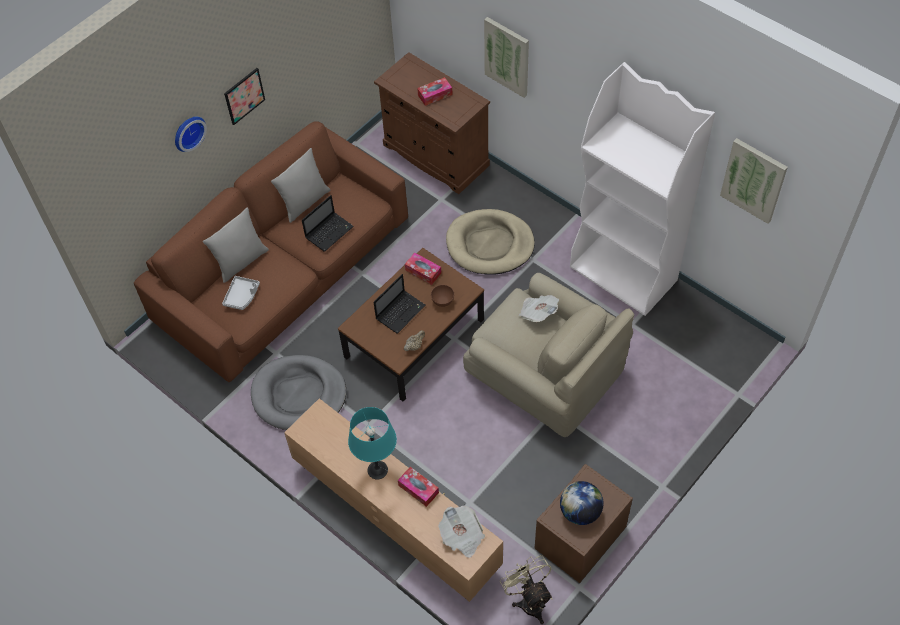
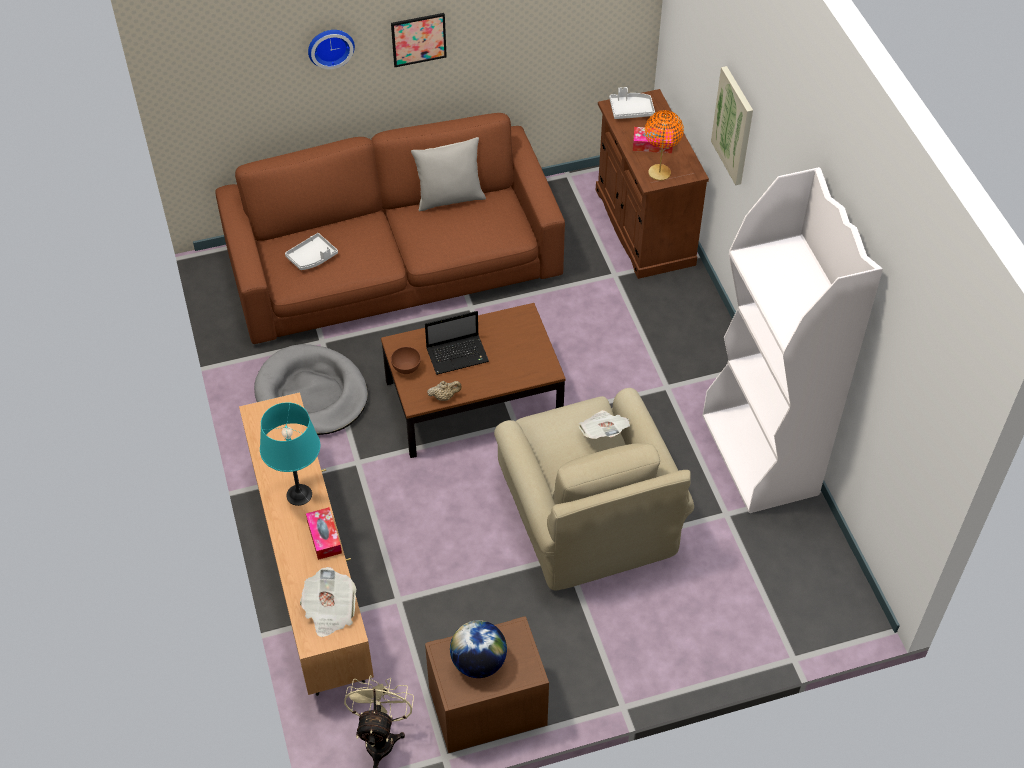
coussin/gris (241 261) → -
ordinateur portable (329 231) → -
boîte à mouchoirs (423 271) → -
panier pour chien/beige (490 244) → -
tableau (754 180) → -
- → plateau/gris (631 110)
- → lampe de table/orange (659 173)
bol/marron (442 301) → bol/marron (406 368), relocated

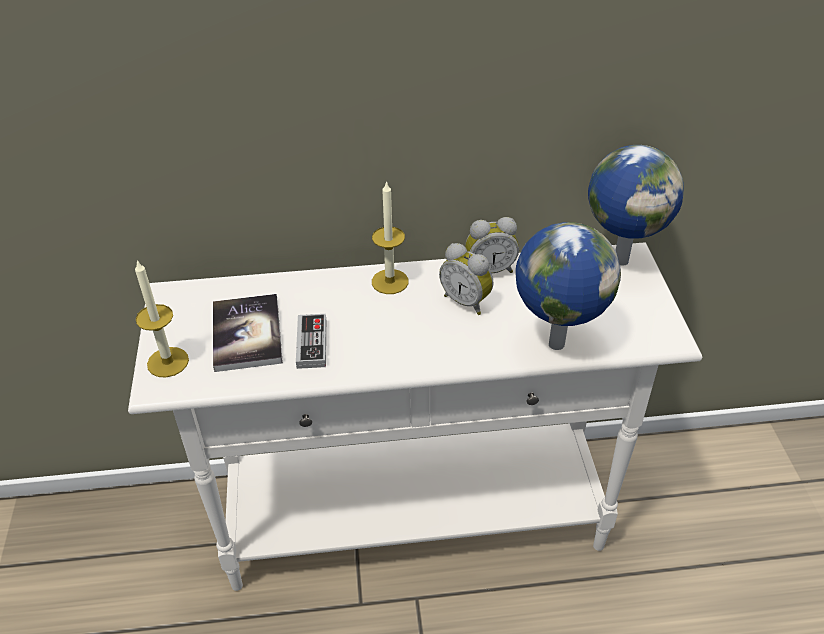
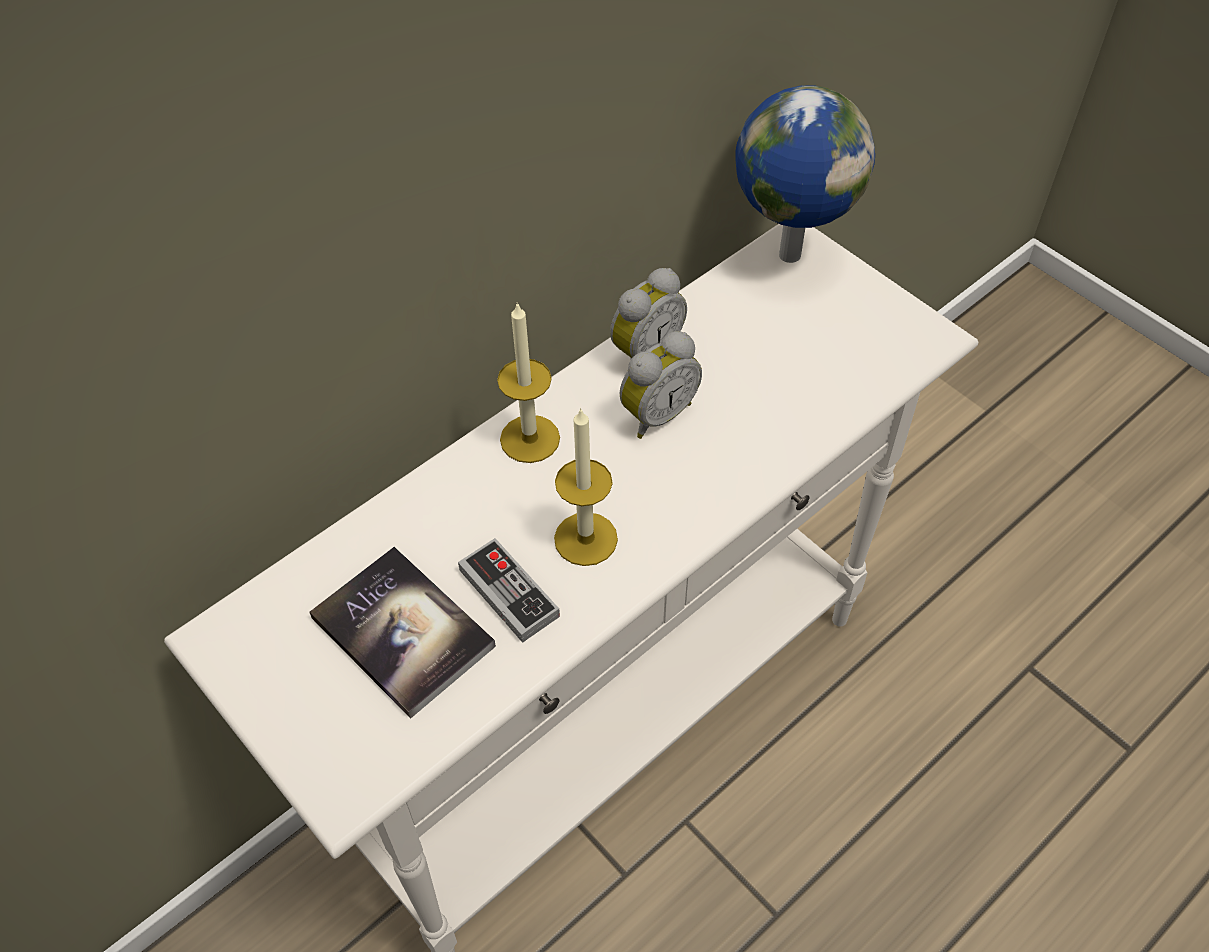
globe (554 343) → -
bougie (168 362) → bougie (585 539), relocated
réveil (467 301) → réveil (656 413), 45 degrees counterclockwise

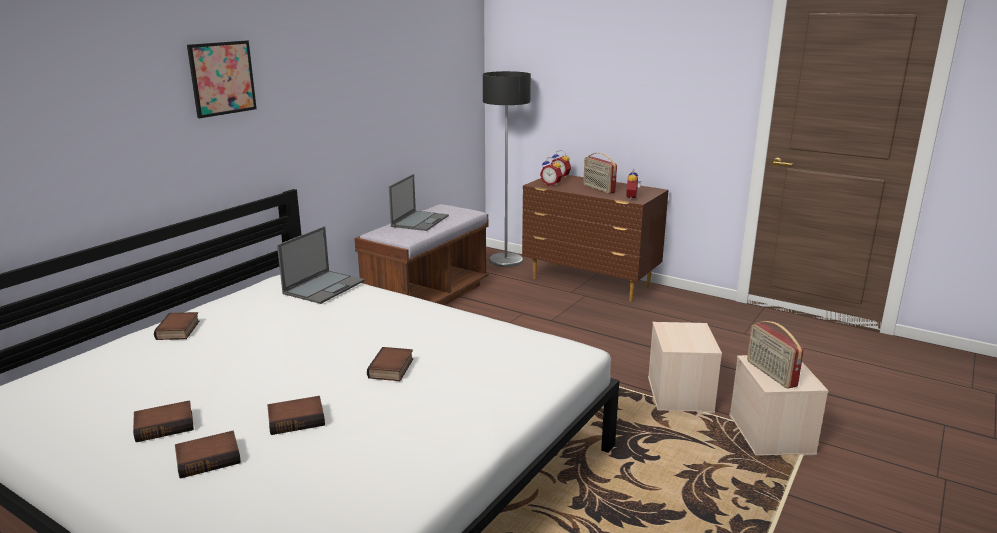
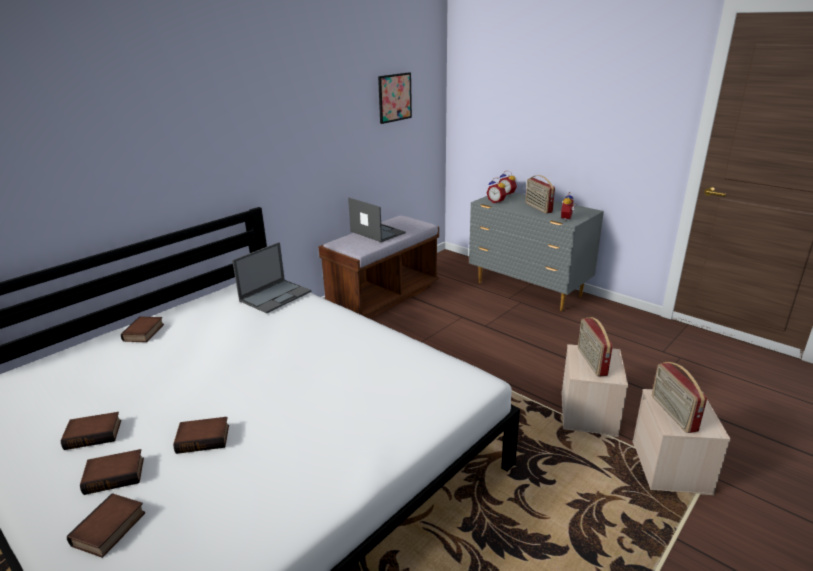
lampadaire (505 260) → -
- → radio (591 362)
tableau (222 78) → tableau (394 97), relocated
livre (392 369) → livre (109 530), relocated
commode/marron (591 283) → commode/gris (528 290)
ordinateur portable (420 221) → ordinateur portable (377 232), 75 degrees counterclockwise

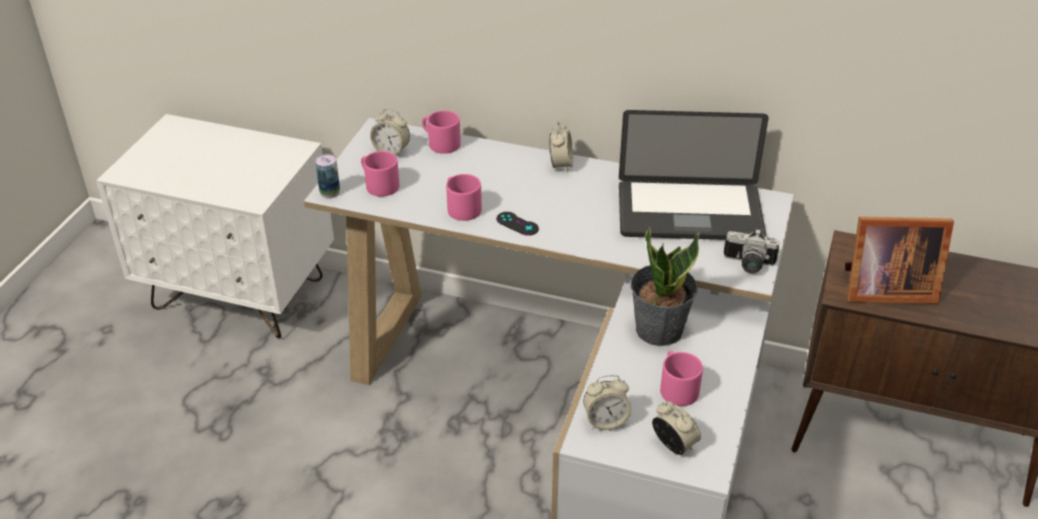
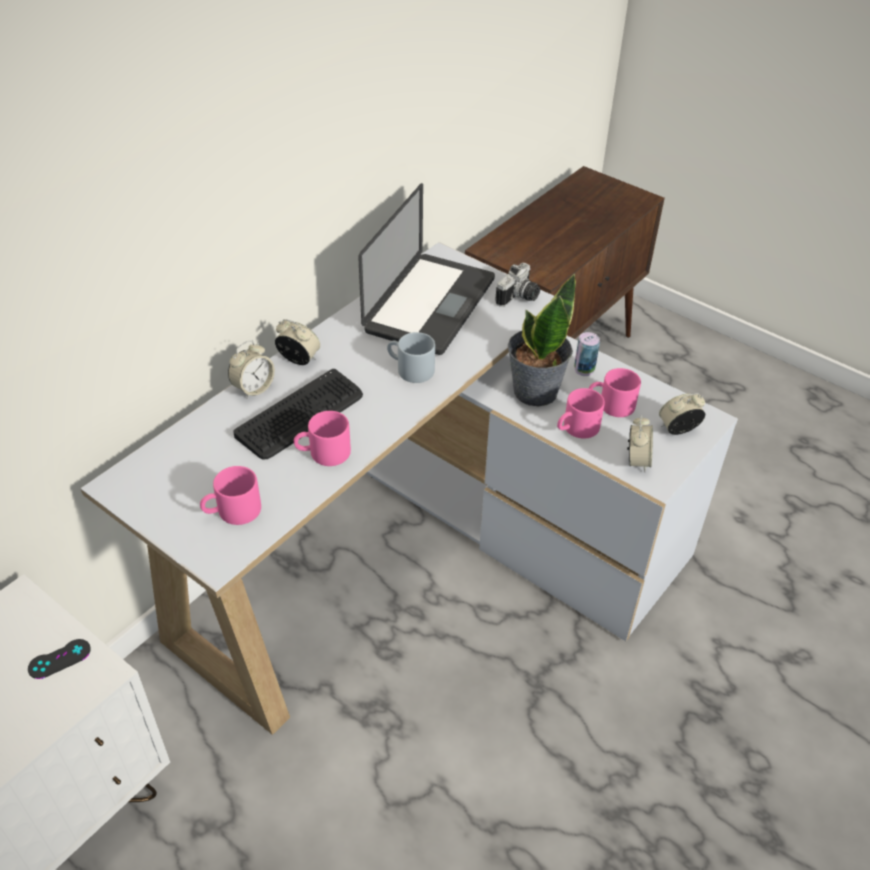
cadre photo (884 289) → -
- → clavier (301 415)
- → mug/gris (409 369)
boîte métallique (330 192) → boîte métallique (584 369), relocated
réveil (391 151) → réveil (253 388), relocated
mug/rose (439 143) → mug/rose (576 429), relocated
manette/noir (517 224) → manette/noir (59 659), relocated

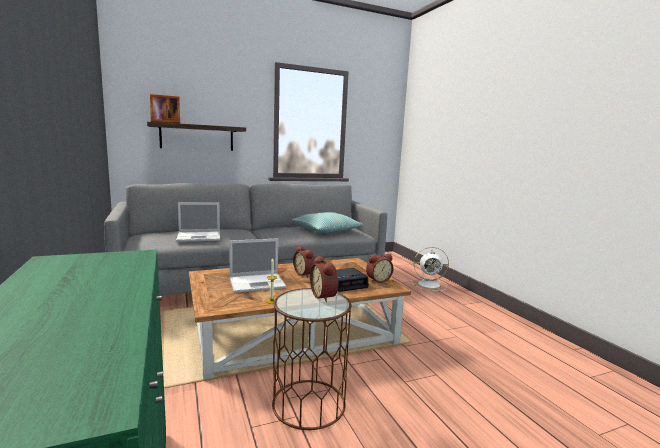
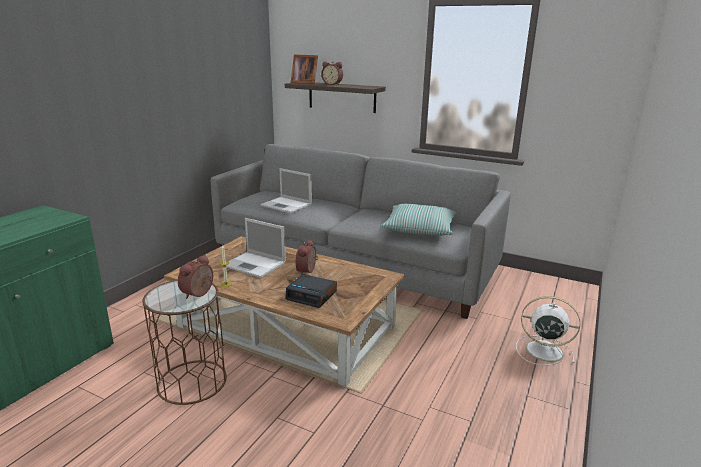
réveil (378 280) → réveil (332 84), relocated
ventilateur/blanc (430 284) → ventilateur/blanc (542 350), 150 degrees clockwise

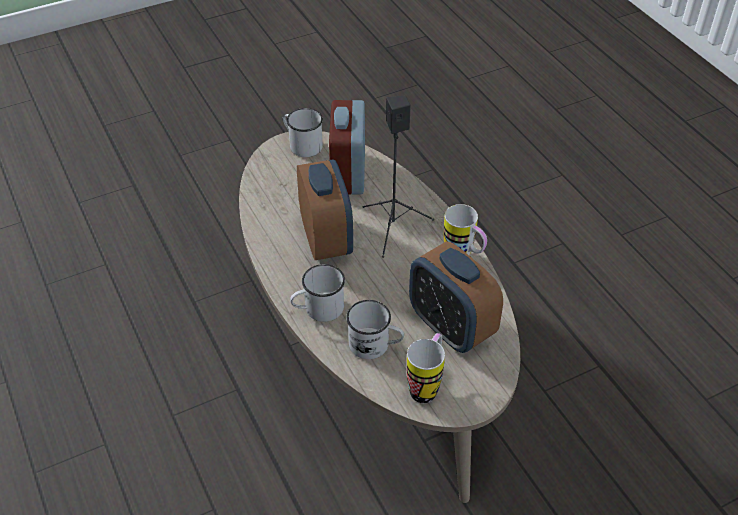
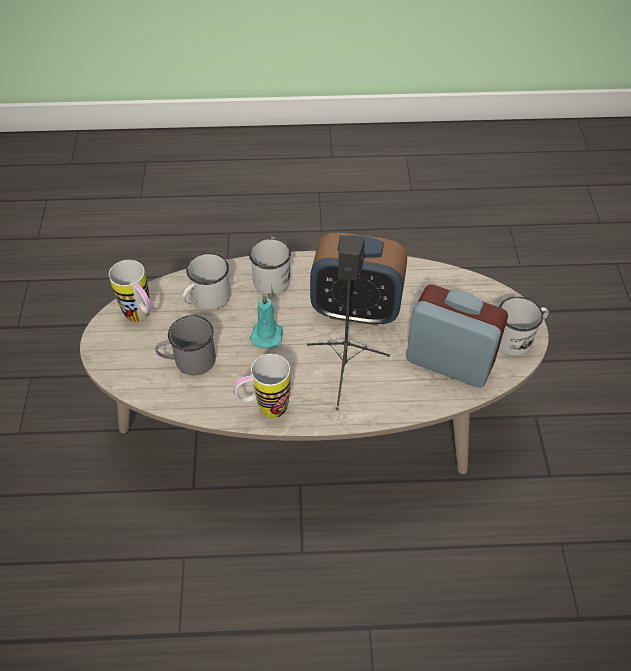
- → bougie/turquoise (267 334)
réveil (451 327) → mug/gris (188 361)

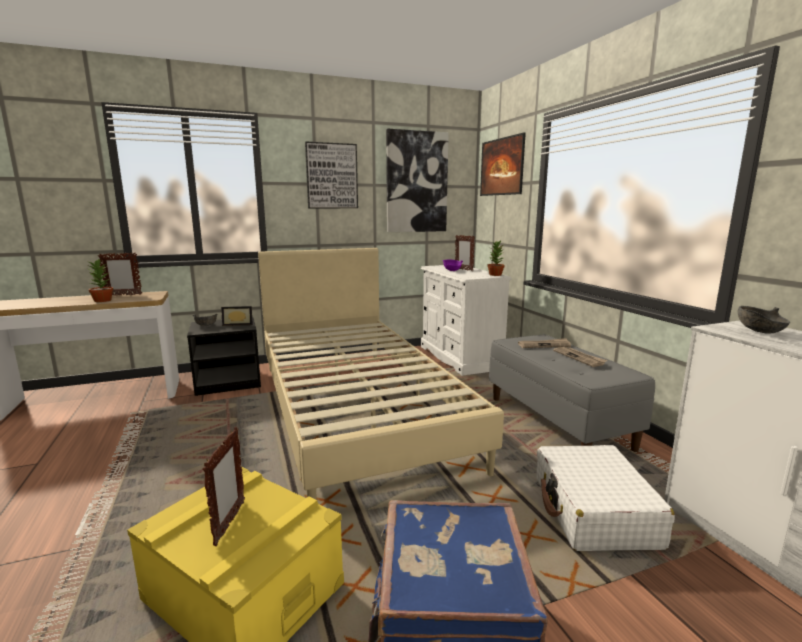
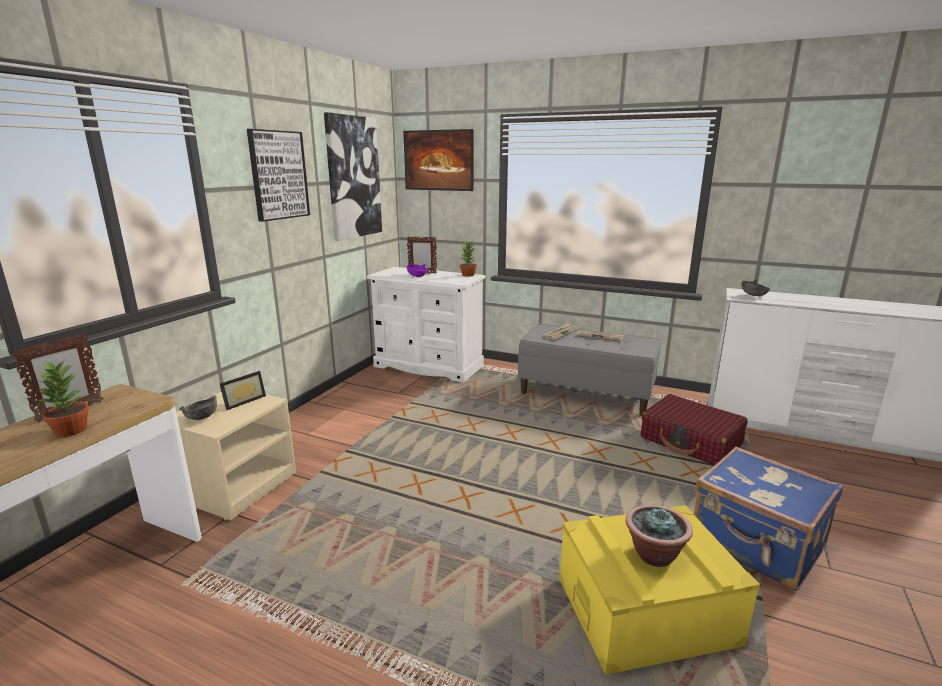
lit/beige (354 409) → -
cadre photo (229 523) → plante en pot (654 555)
table de chevet/noir (229 382) → table de chevet/beige (237 486)
valise/blanc (594 511) → valise/rouge (691 441)

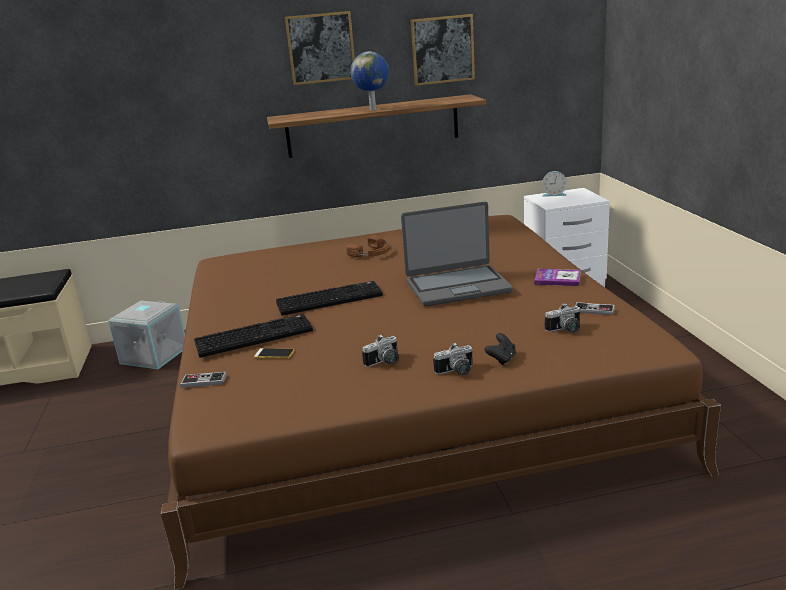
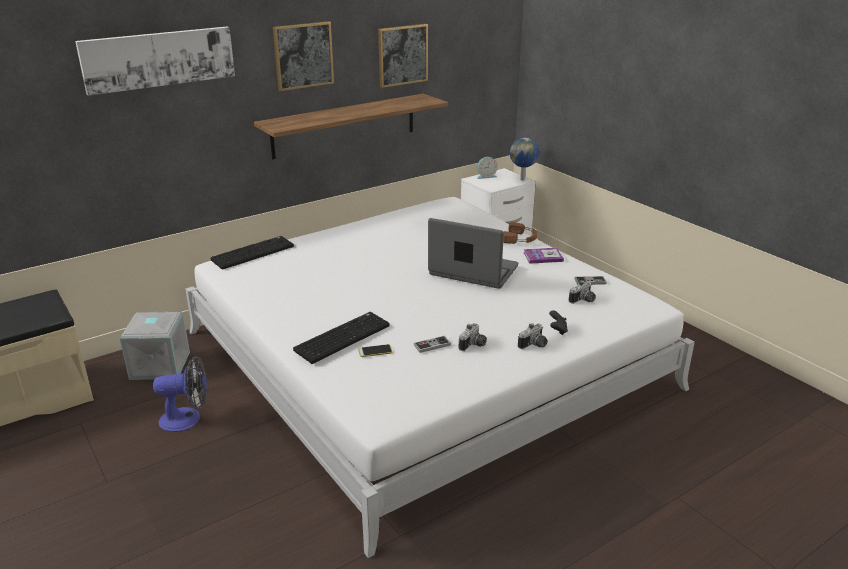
- → tableau (159 59)
- → ventilateur (187 419)
manette (203 381) → manette (432 345), relocated
clavier (330 299) → clavier (253 253), relocated
casque audio/marron (372 253) → casque audio/marron (520 238), relocated
globe (373 109) → globe (523 179), relocated
lit/marron (400 385) → lit/blanc (423 359)
ordinateur portable (457 286) → ordinateur portable (473 271), 120 degrees counterclockwise

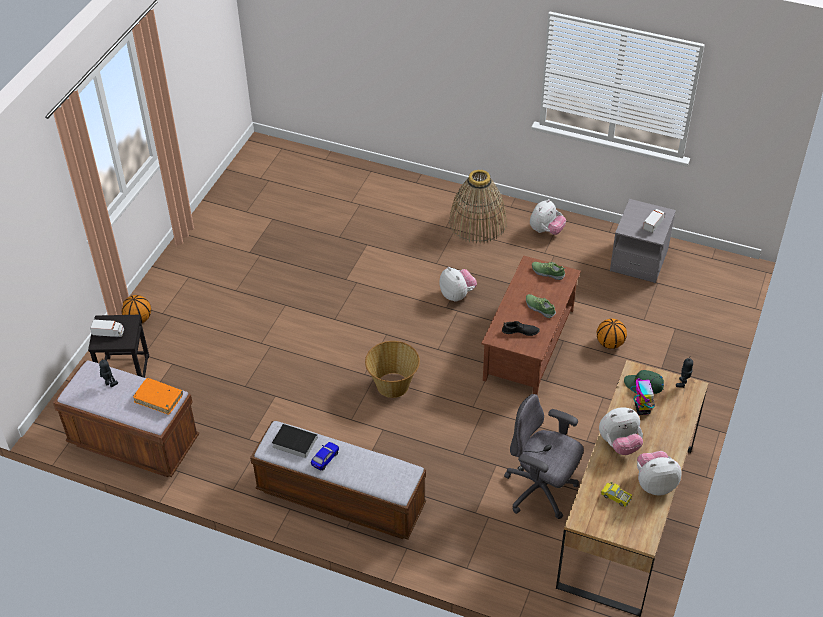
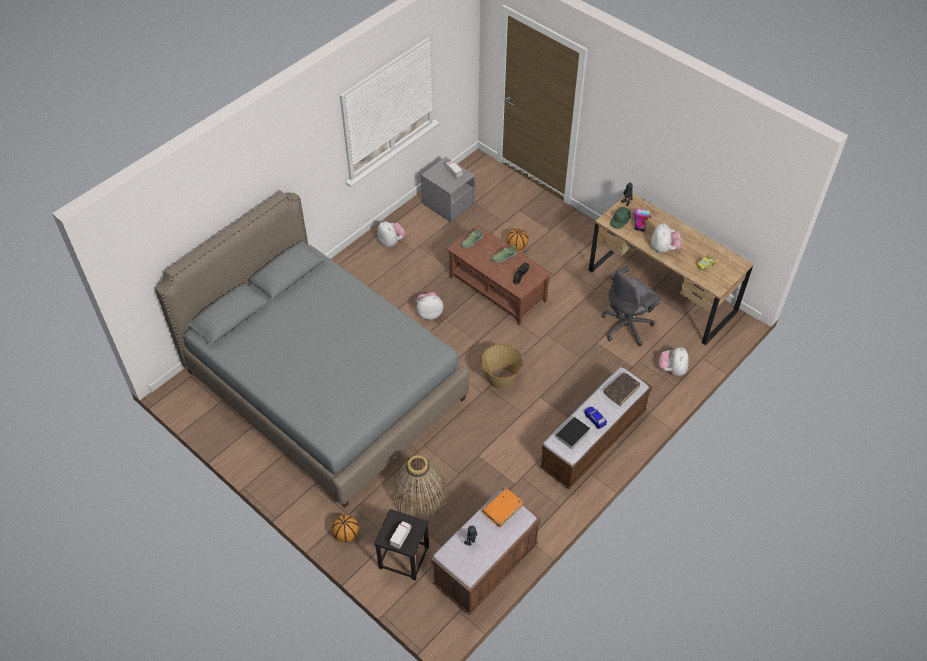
- → lit/gris (324 385)
- → livre/marron (621 390)
panier (477 223) → panier (419 494), relocated
peluche (654 483) → peluche (672 370), relocated

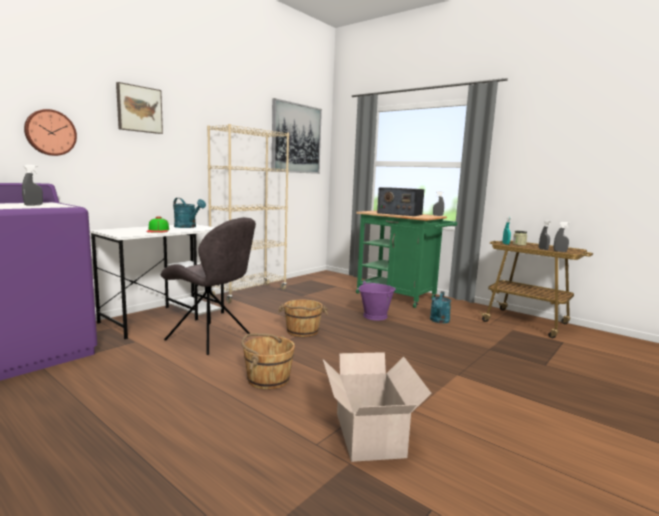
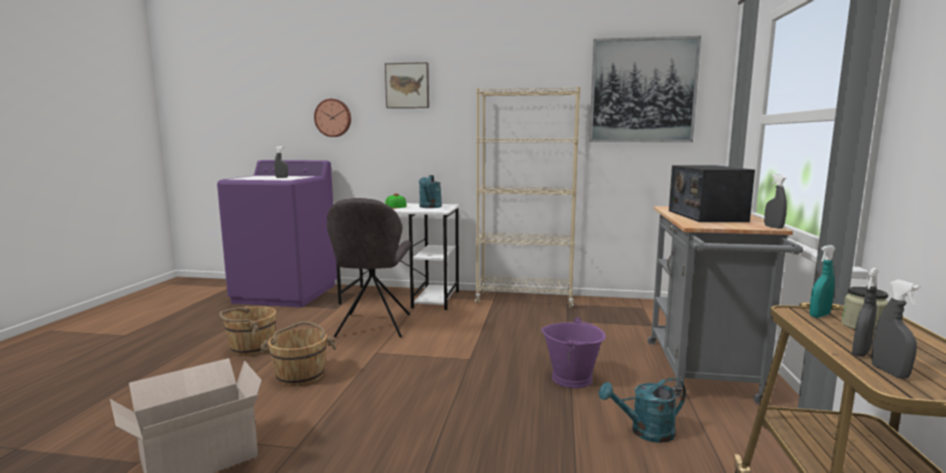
seau/marron (302 331) → seau/marron (251 348), relocated
chariot/vert (400 297) → chariot/gris (703 375)

